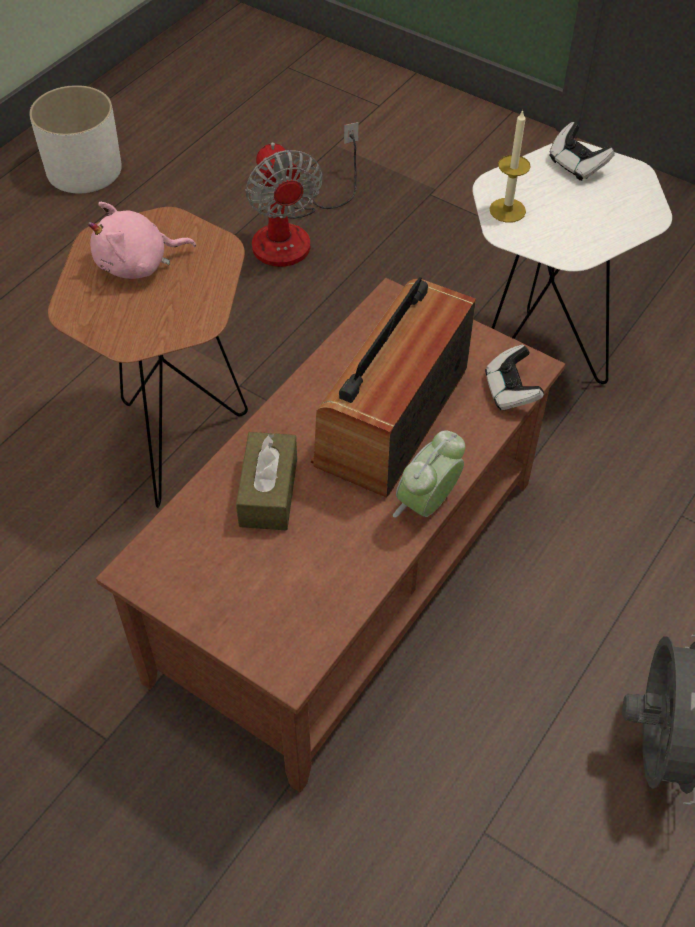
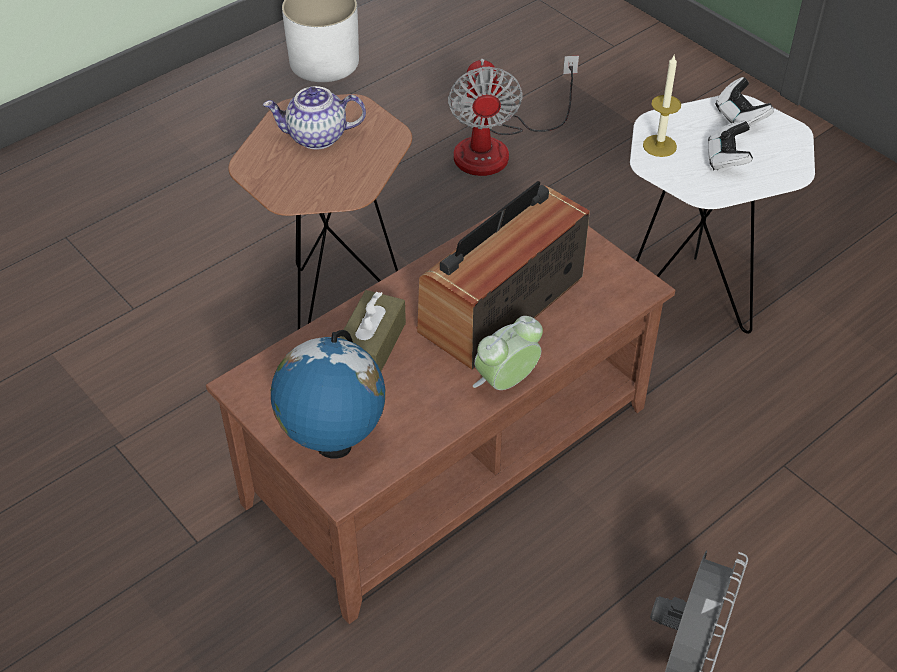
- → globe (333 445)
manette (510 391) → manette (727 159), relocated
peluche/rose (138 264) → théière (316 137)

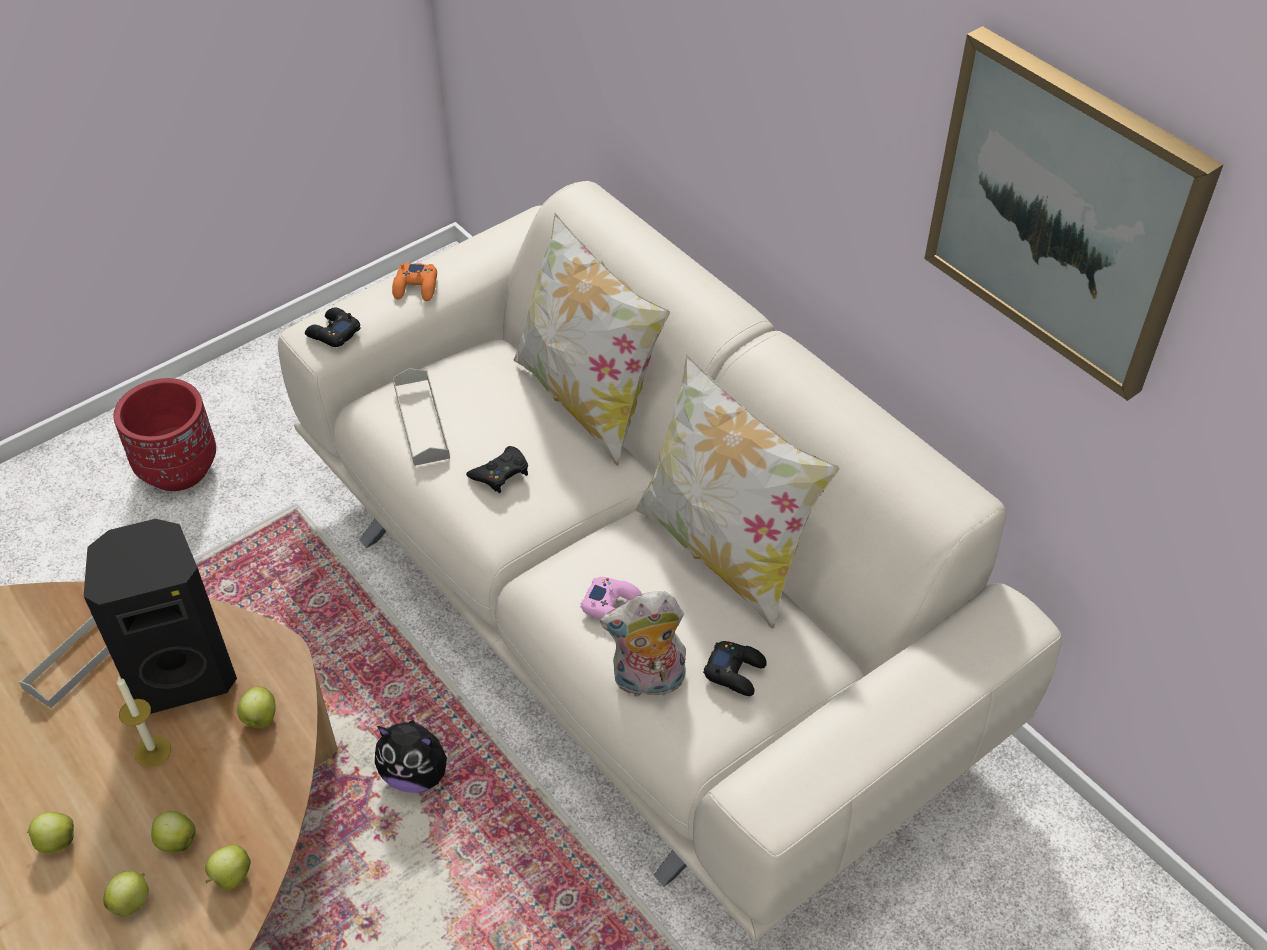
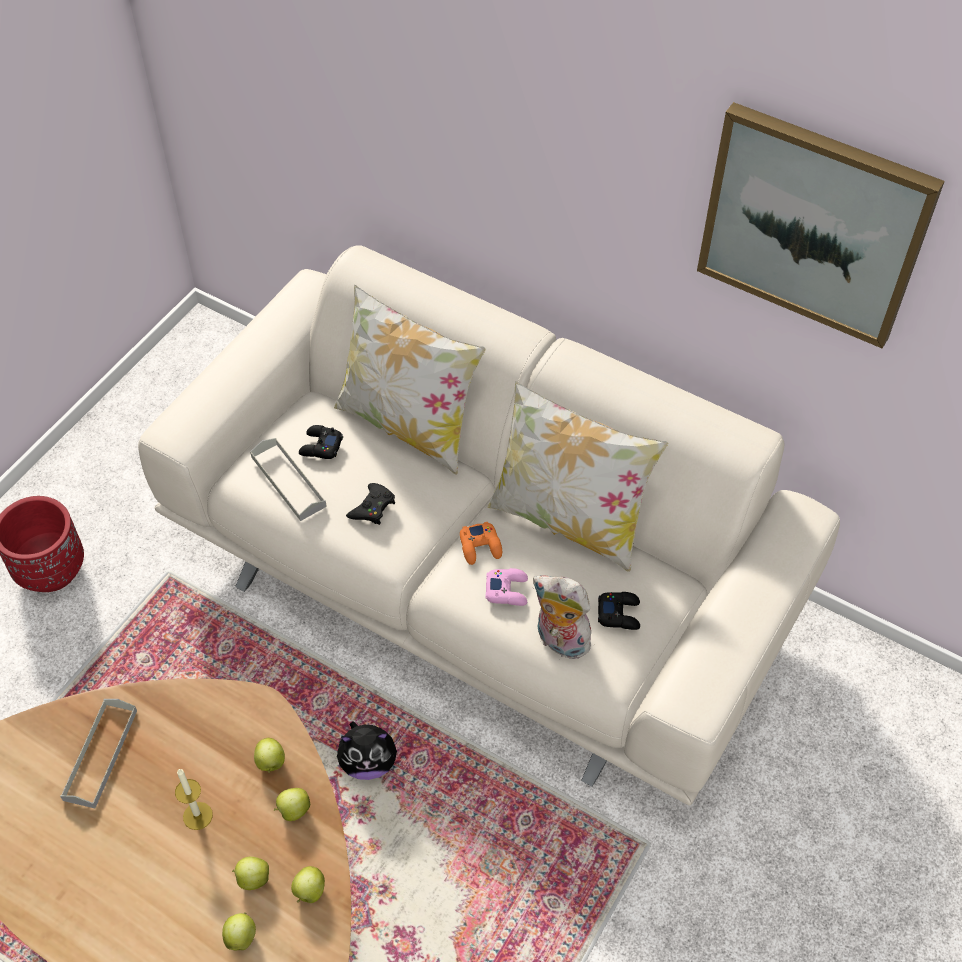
enceinte/noir (183 672) → -
pomme (56 842) → pomme (293 811), relocated
manette/noir (333 333) → manette/noir (320 446), relocated
manette/orange (416 287) → manette/orange (480 546), relocated
peluche (647 682) → peluche (559 641), 60 degrees clockwise

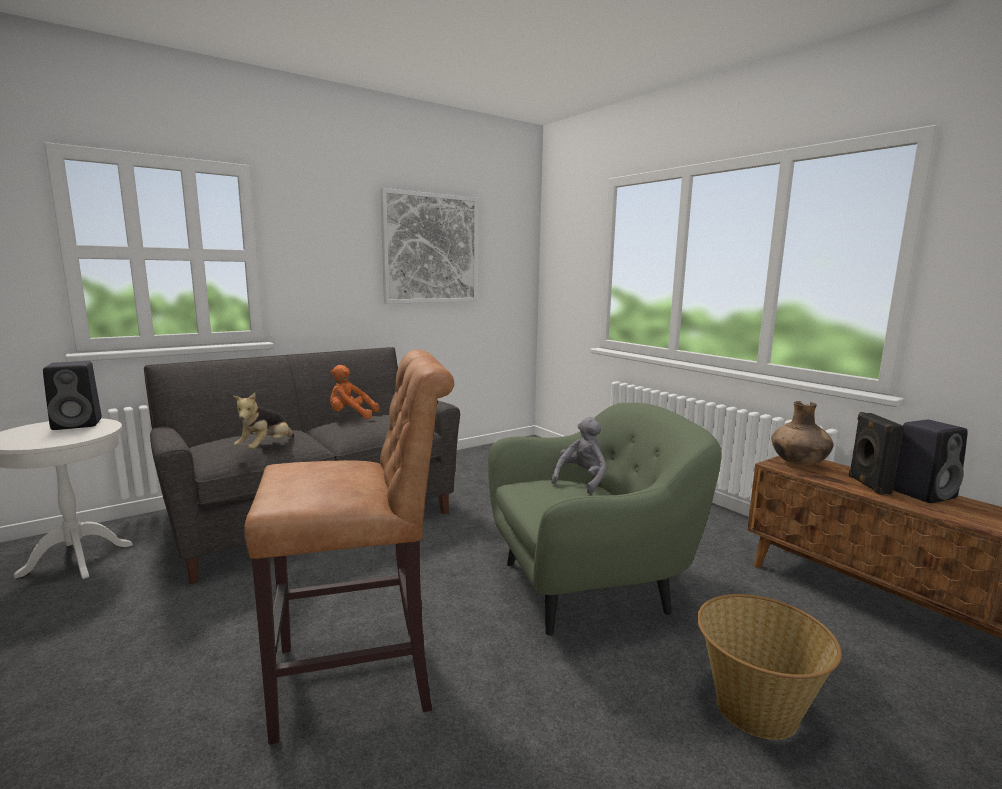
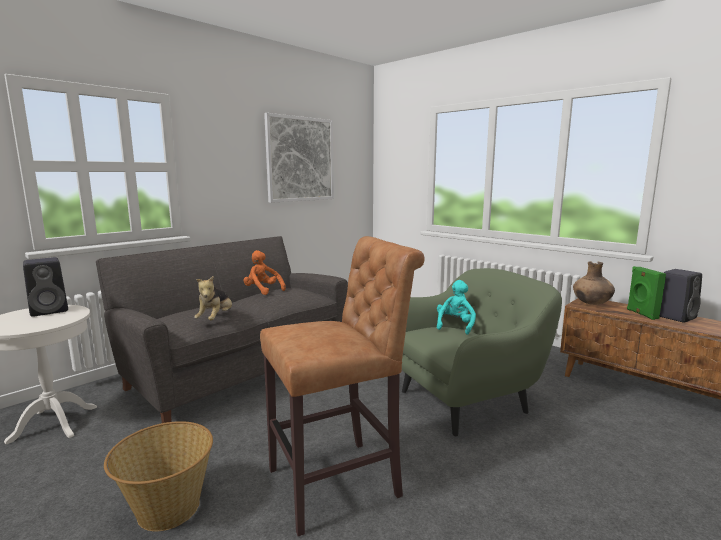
panier (755 709) → panier (167 509), relocated
peluche/gris (581 480) → peluche/turquoise (455 326)
enceinte/noir (867 485) → enceinte/vert (641 314)
peluche/orange (350 416) → peluche/orange (262 290), 45 degrees clockwise

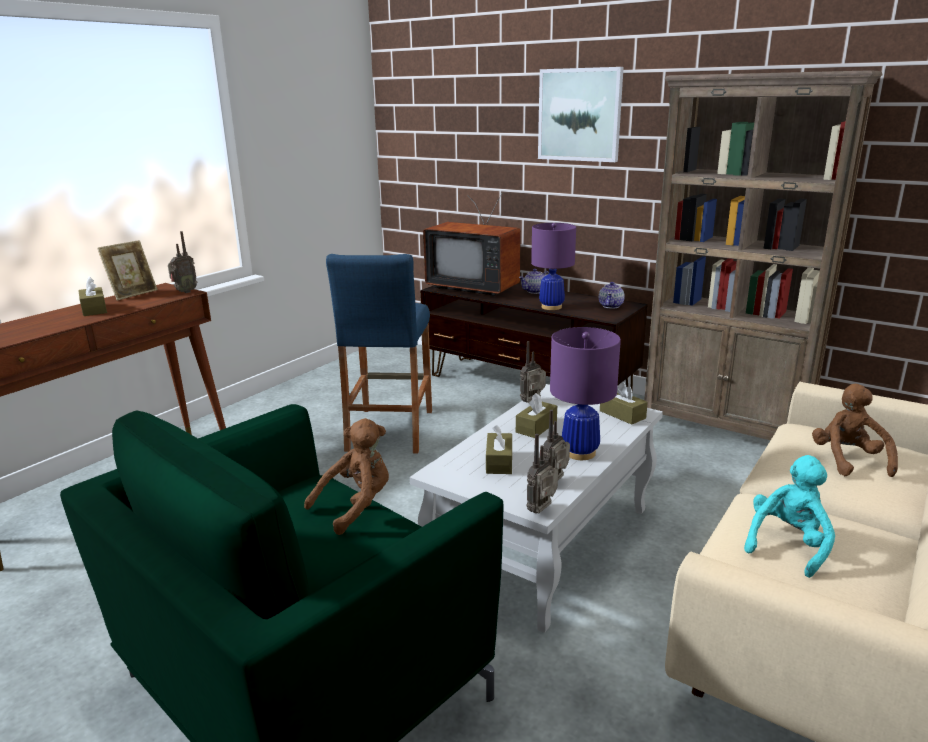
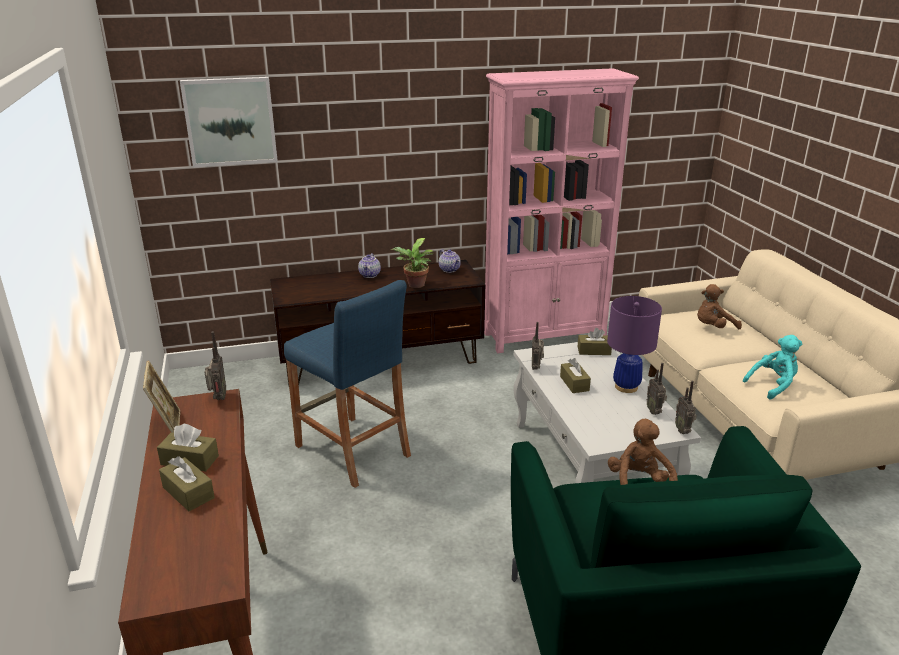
téléviseur (474 287) → -
boîte à mouchoirs/marron (499 462) → boîte à mouchoirs/marron (188 492), relocated
tableau (580 115) → tableau (230 121), relocated
lampe de table/violet (551 307) → plante en pot (414 285)
bibliothèque/marron (724 428) → bibliothèque/rose (545 336)
peluche/turquoise (788 545) → peluche/turquoise (773 385), 75 degrees clockwise
peluche/marron (848 460) → peluche/marron (713 327), 60 degrees counterclockwise

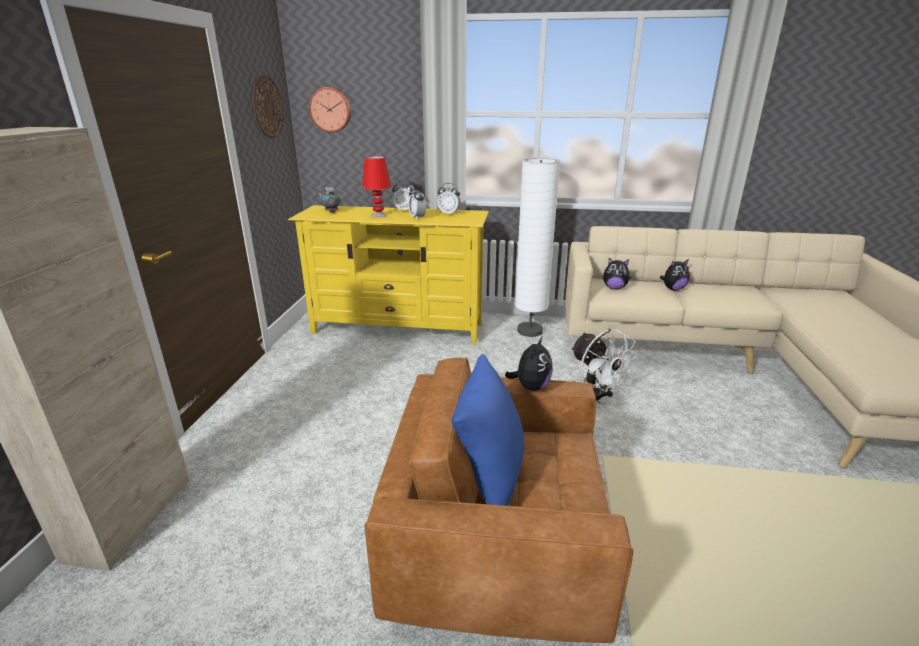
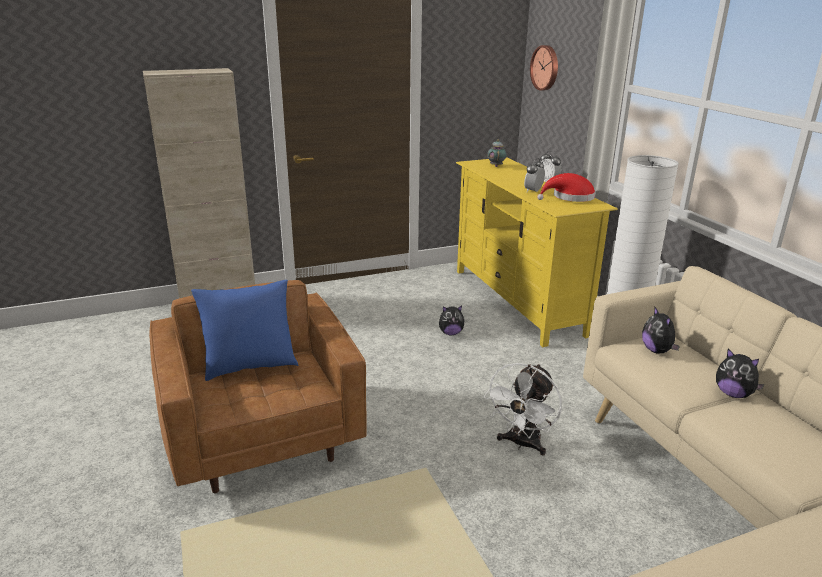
horloge murale (267 107) → -
lampe de table/rouge (378 215) → -
peluche (531 387) → peluche (450 333), relocated
réveil (449 214) → chapeau/rouge (570 197)

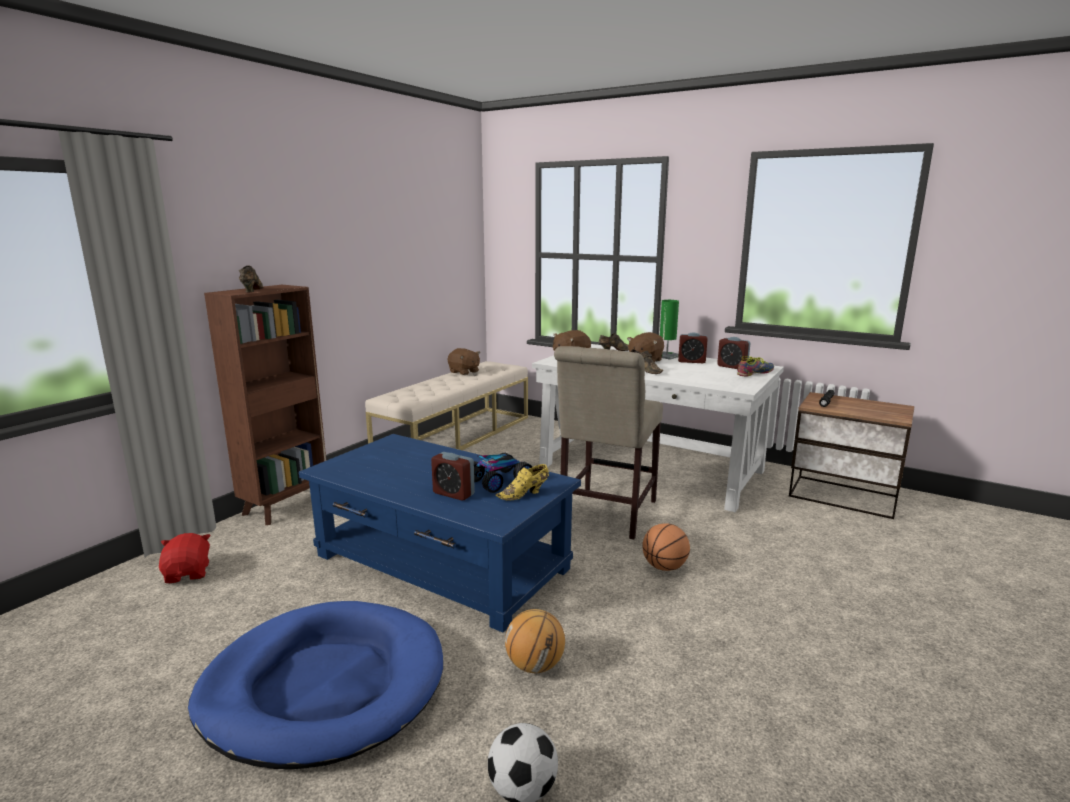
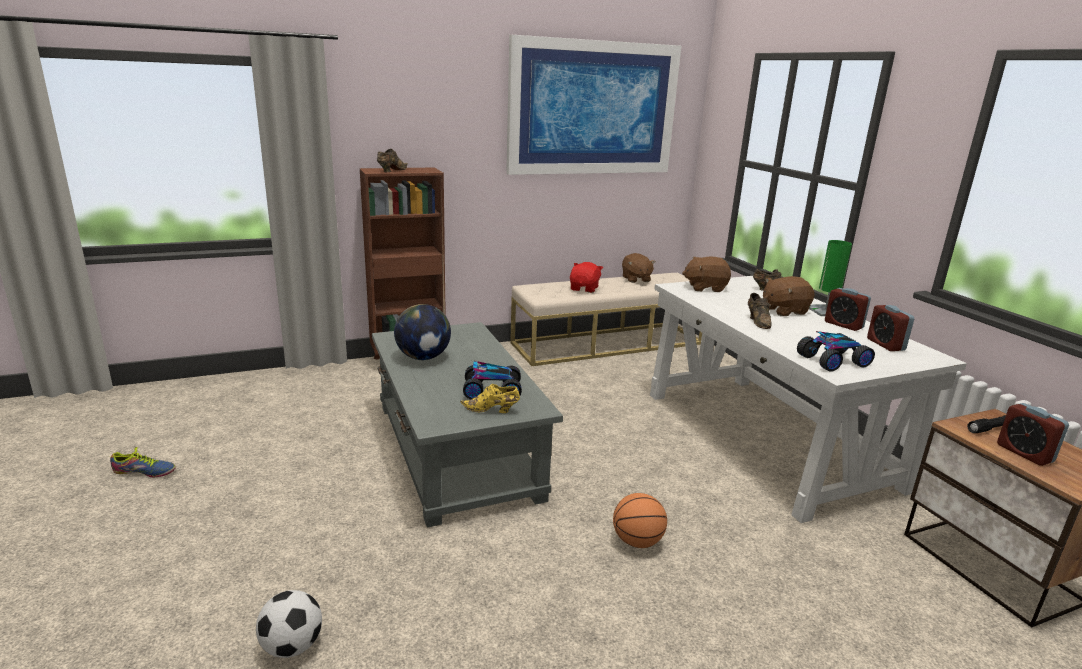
panier pour chien/bleu (324 686) → -
ballon de basket (535 665) → -
chaise/beige (605 515) → -
- → globe (423 357)
- → tableau (593 108)
- → petite voiture (833 361)
peluche/rouge (188 573) → peluche/rouge (584 289), relocated
réveil (453 494) → réveil (1024 453), relocated
chaussure (754 373) → chaussure (144 471), relocated
table basse/bleu (442 562) → table basse/gris (456 450)

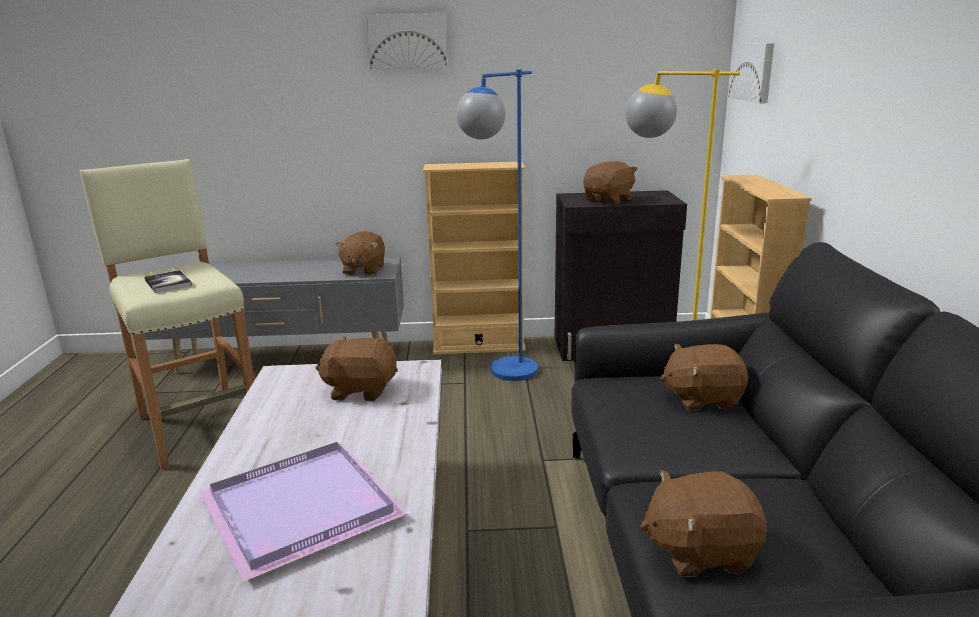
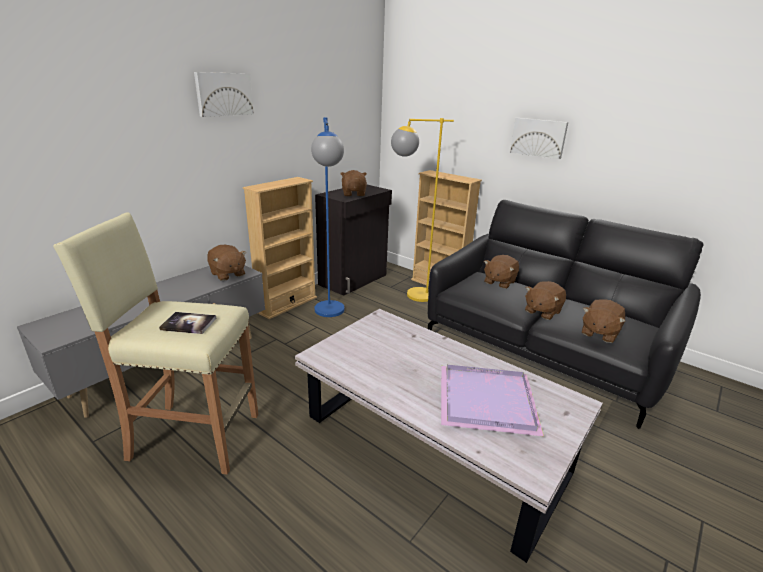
peluche/marron (360 390) → peluche/marron (542 311), relocated
tableau (753 72) → tableau (538 137), relocated

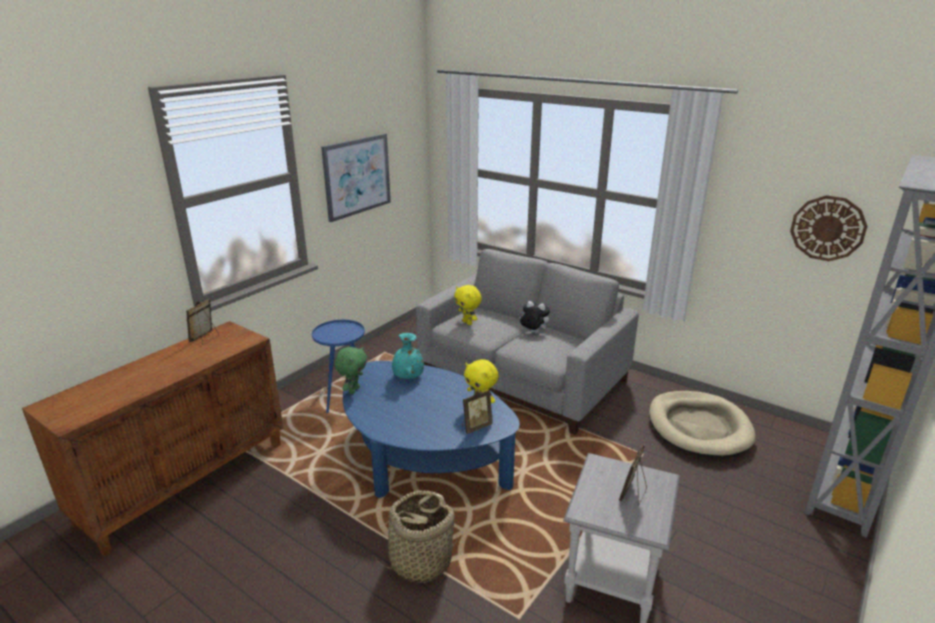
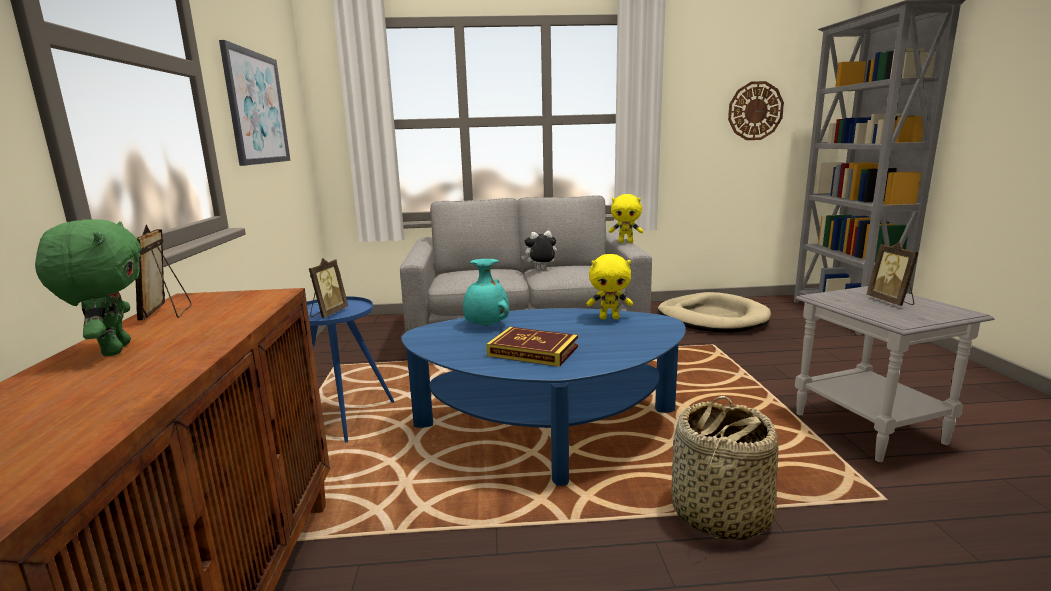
- → livre (533 351)
peluche/vert (353 390) → peluche/vert (113 350), relocated
peluche/jaune (468 323) → peluche/jaune (626 242), relocated
cadre photo (475 426) → cadre photo (328 313), relocated

